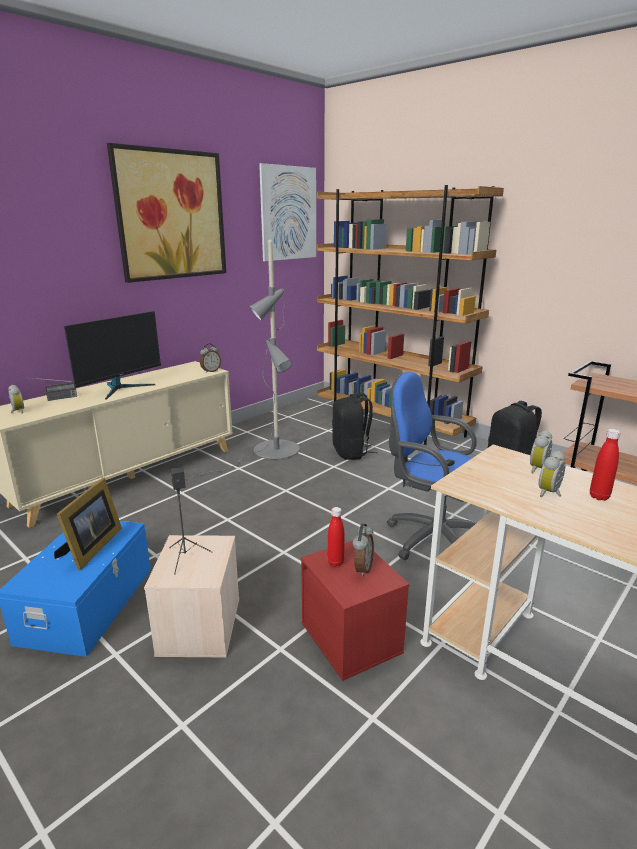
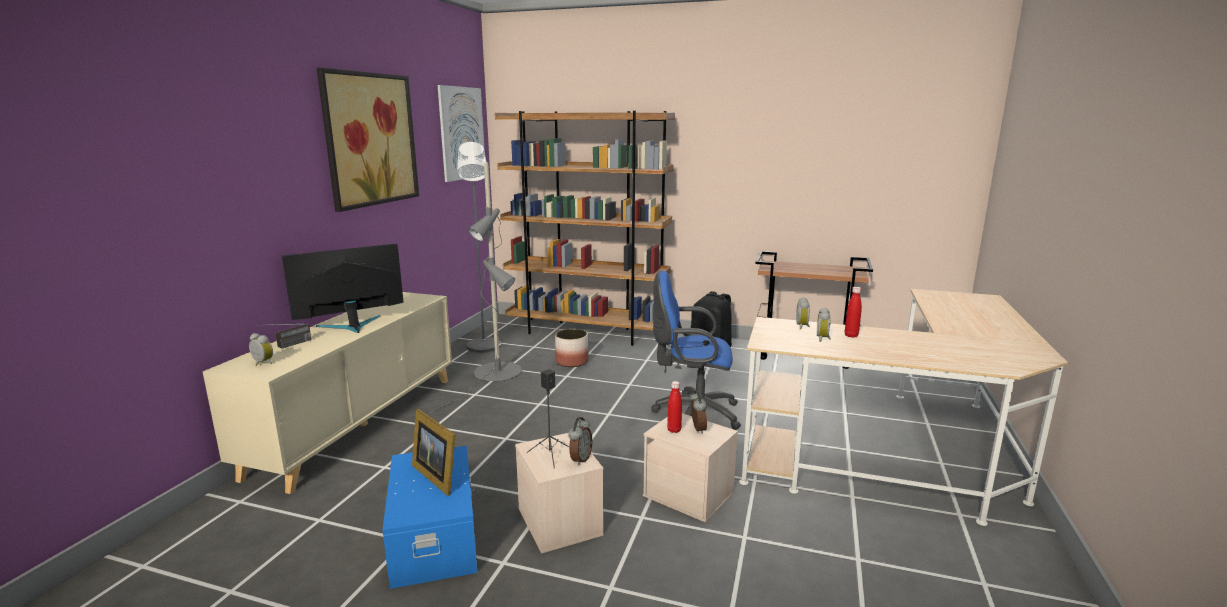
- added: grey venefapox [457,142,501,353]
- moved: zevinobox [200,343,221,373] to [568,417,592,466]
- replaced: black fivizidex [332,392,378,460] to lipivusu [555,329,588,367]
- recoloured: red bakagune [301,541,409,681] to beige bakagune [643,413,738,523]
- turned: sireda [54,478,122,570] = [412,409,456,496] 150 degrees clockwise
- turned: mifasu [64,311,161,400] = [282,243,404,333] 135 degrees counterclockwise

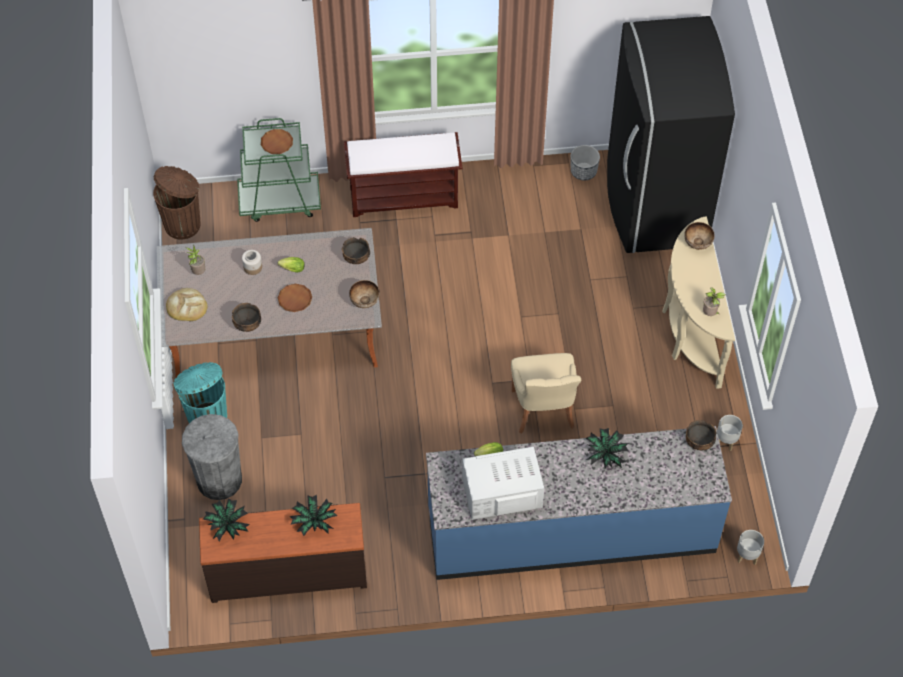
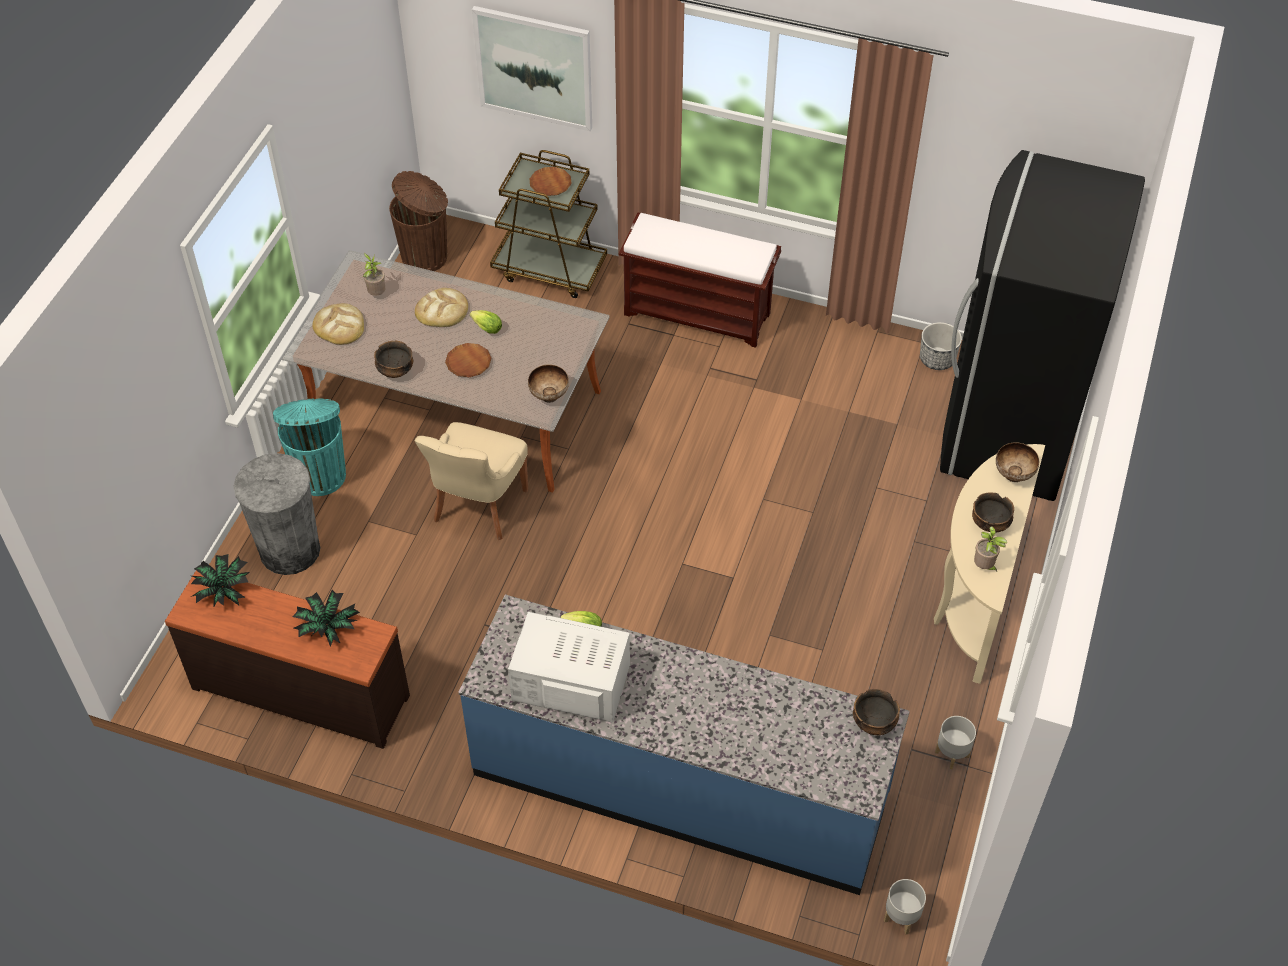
- removed: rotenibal [586,428,628,468]
- added: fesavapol [472,6,592,131]
- moved: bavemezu [342,237,370,264] to [972,493,1014,533]
- moved: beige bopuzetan [511,353,581,434] to [415,422,528,540]
- replaced: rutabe [242,250,262,275] to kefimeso [415,288,468,327]
- recoloured: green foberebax [237,118,321,222] to brown foberebax [490,150,607,298]

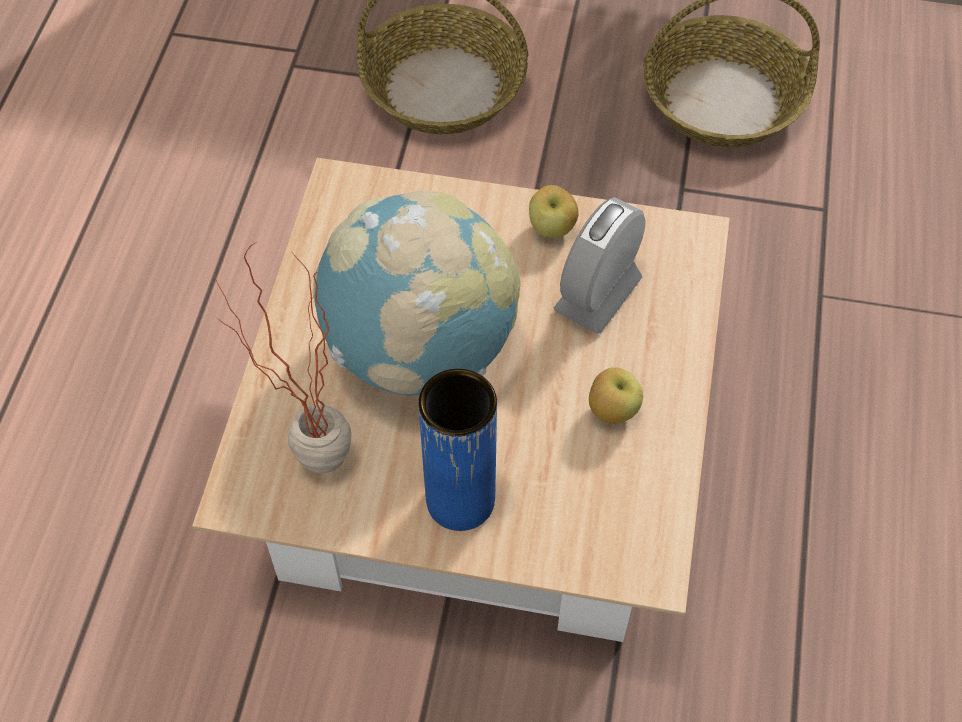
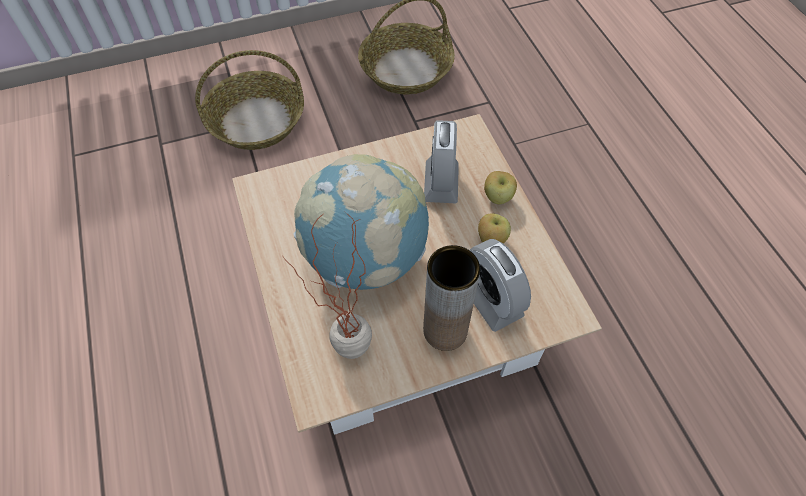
- added: zevinobox [470,239,531,332]
- moved: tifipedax [529,185,578,238] to [484,171,517,204]
- recoloured: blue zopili [418,369,497,531] to brown zopili [423,245,480,351]

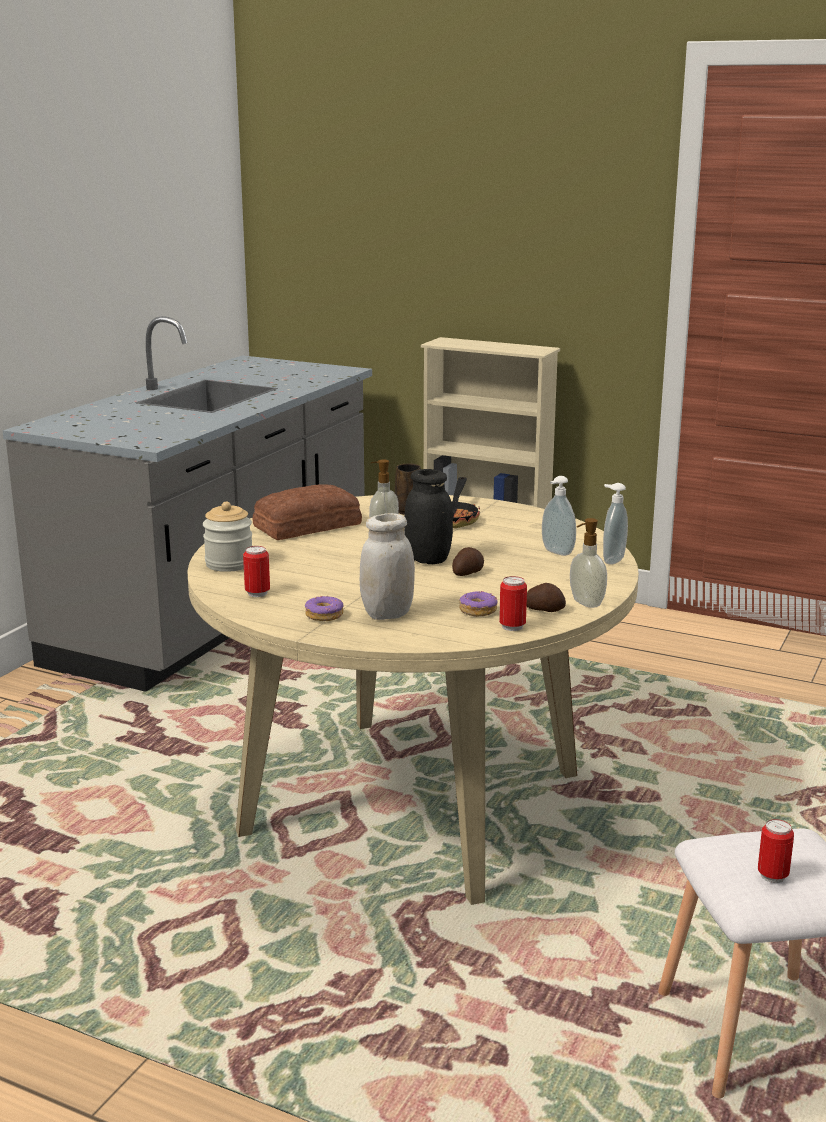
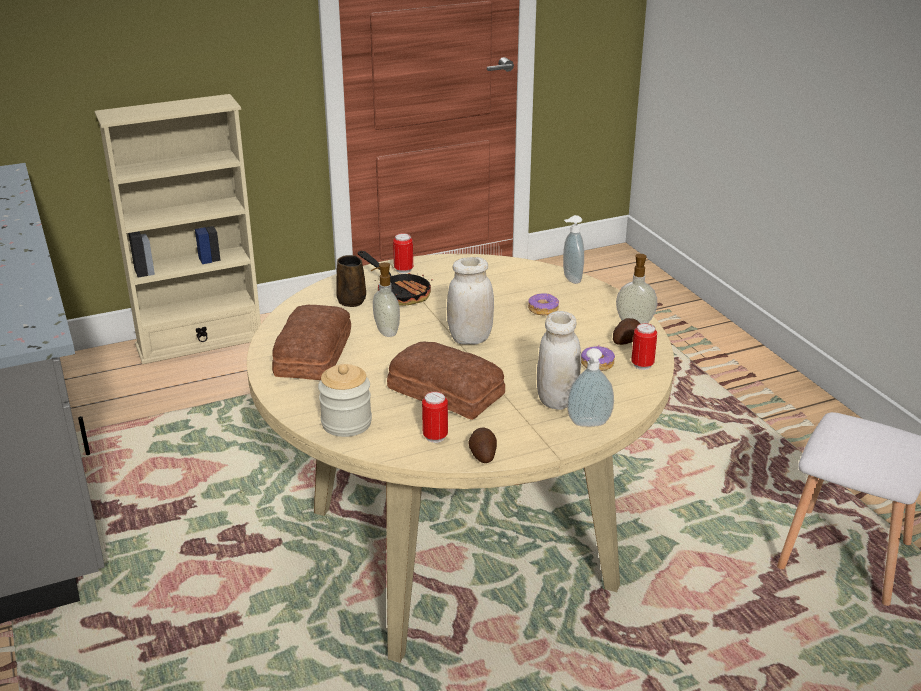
- added: kefimeso [387,341,505,420]
- moved: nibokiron [305,596,343,621] to [528,293,559,316]
- moved: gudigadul [452,547,484,576] to [468,427,497,463]
- moved: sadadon [542,476,576,556] to [567,348,614,427]
- moved: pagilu [758,819,794,883] to [393,233,413,274]
- recoloured: black rutabe [404,469,453,564] to white rutabe [447,257,494,344]

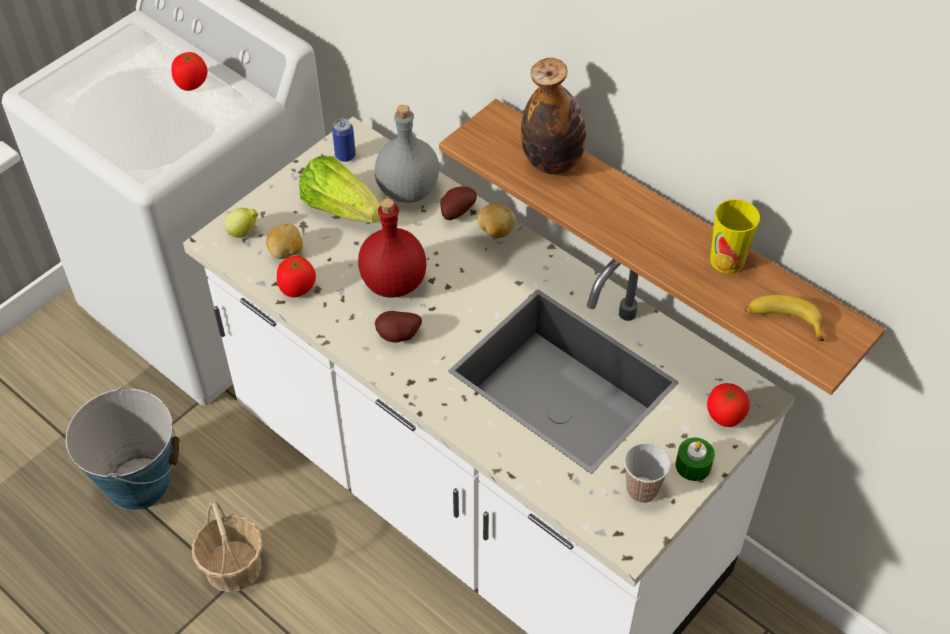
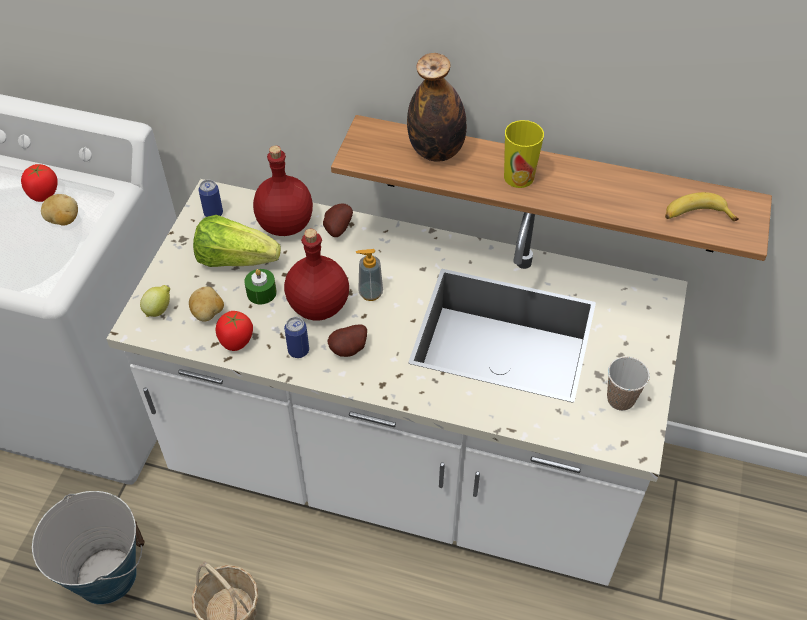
- removed: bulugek [707,383,750,427]
- added: pagilu [284,317,309,358]
- added: sadadon [356,249,383,301]
- moved: gudigadul [477,203,516,238] to [41,194,78,226]
- moved: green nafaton [675,438,715,481] to [244,269,277,304]
- moved: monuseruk [710,199,760,274] to [504,120,544,188]
- recoloured: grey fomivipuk [375,105,439,203] to red fomivipuk [253,146,313,236]

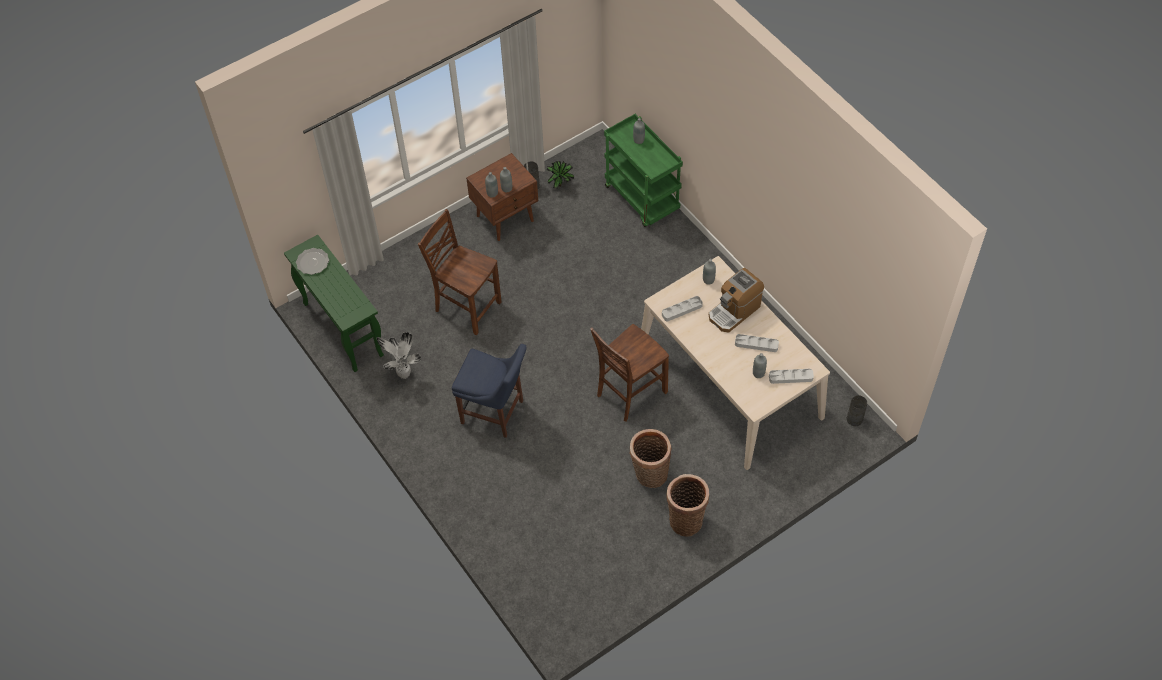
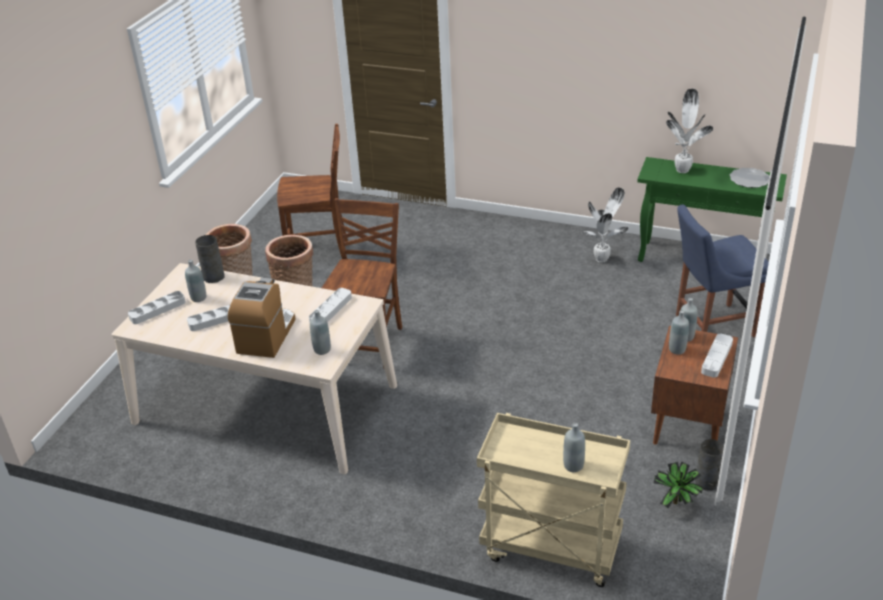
- added: rotenibal [666,89,713,173]
- added: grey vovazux [701,334,733,378]
- moved: brown bopuzetan [418,209,502,335] to [277,124,348,259]
- moved: blue bopuzetan [452,344,527,438] to [676,205,769,338]
- moved: grey zopili [847,395,867,426] to [195,235,225,283]
- recoloured: green foberebax [604,114,683,227] to beige foberebax [477,413,630,587]

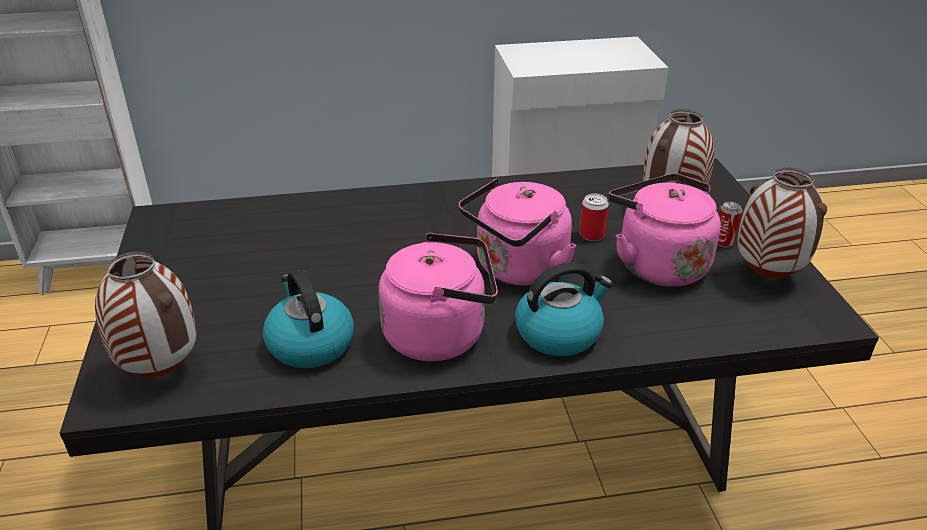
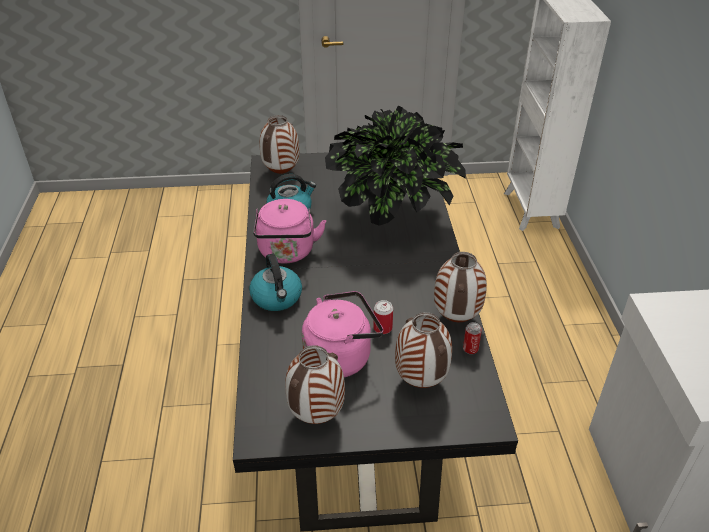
- removed: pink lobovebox [459,178,576,286]
- added: rotenibal [325,105,466,226]
- added: zopili [434,252,487,322]
- moved: pagilu [717,202,742,248] to [463,322,482,355]

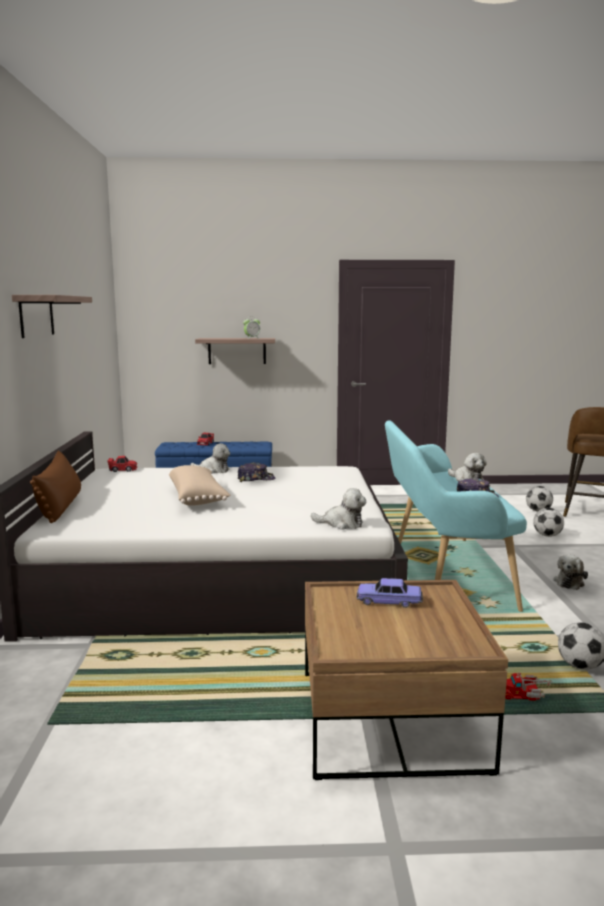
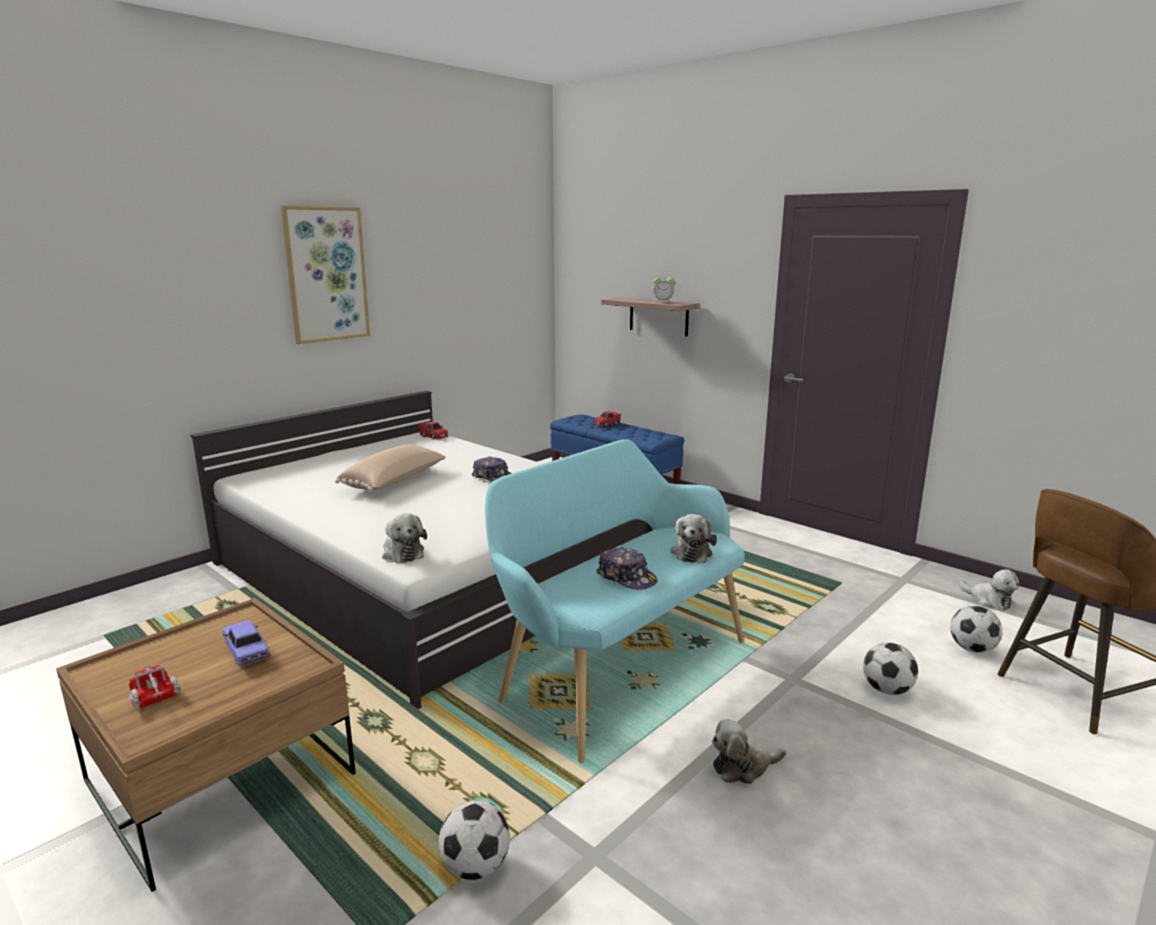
- removed: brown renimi [30,451,81,523]
- moved: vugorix [190,443,230,474] to [959,569,1019,610]
- moved: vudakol [505,672,552,701] to [129,665,181,708]
- replaced: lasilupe [12,295,92,338] to fesavapol [281,206,370,344]

